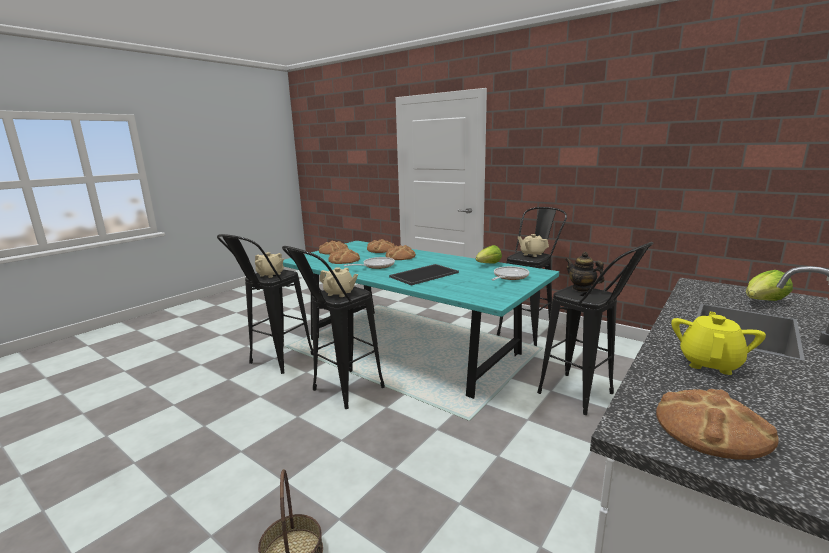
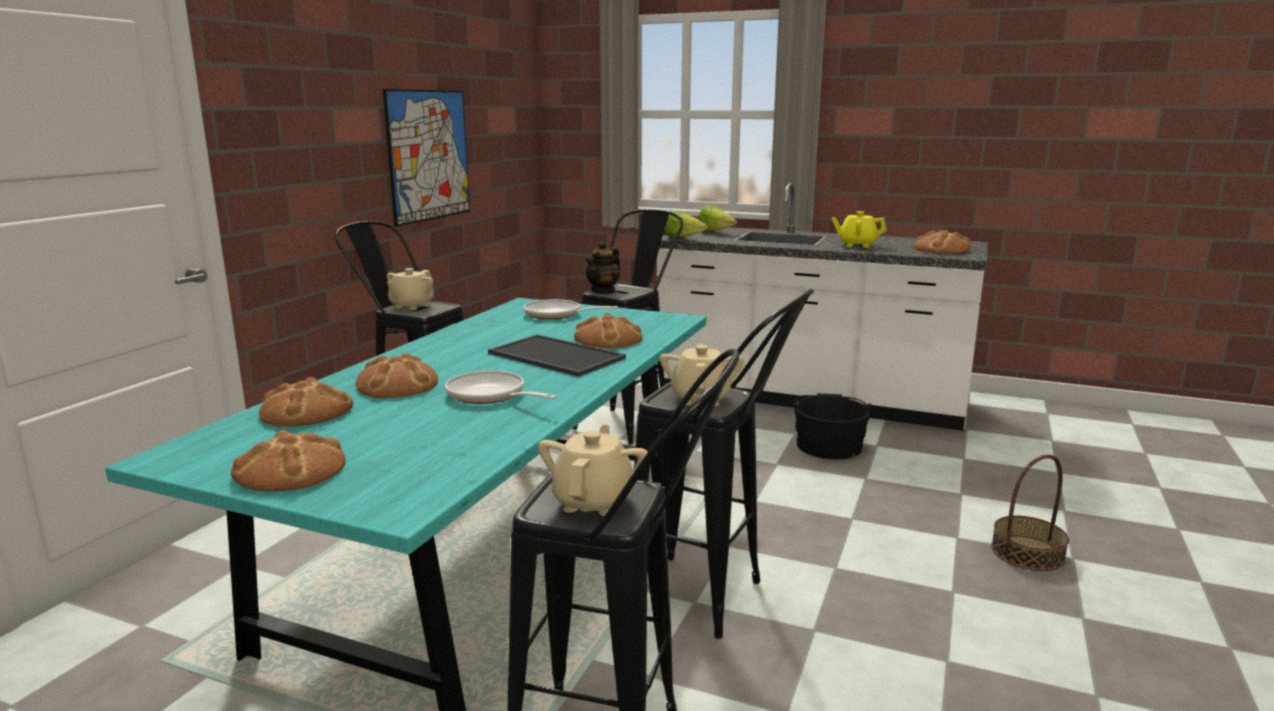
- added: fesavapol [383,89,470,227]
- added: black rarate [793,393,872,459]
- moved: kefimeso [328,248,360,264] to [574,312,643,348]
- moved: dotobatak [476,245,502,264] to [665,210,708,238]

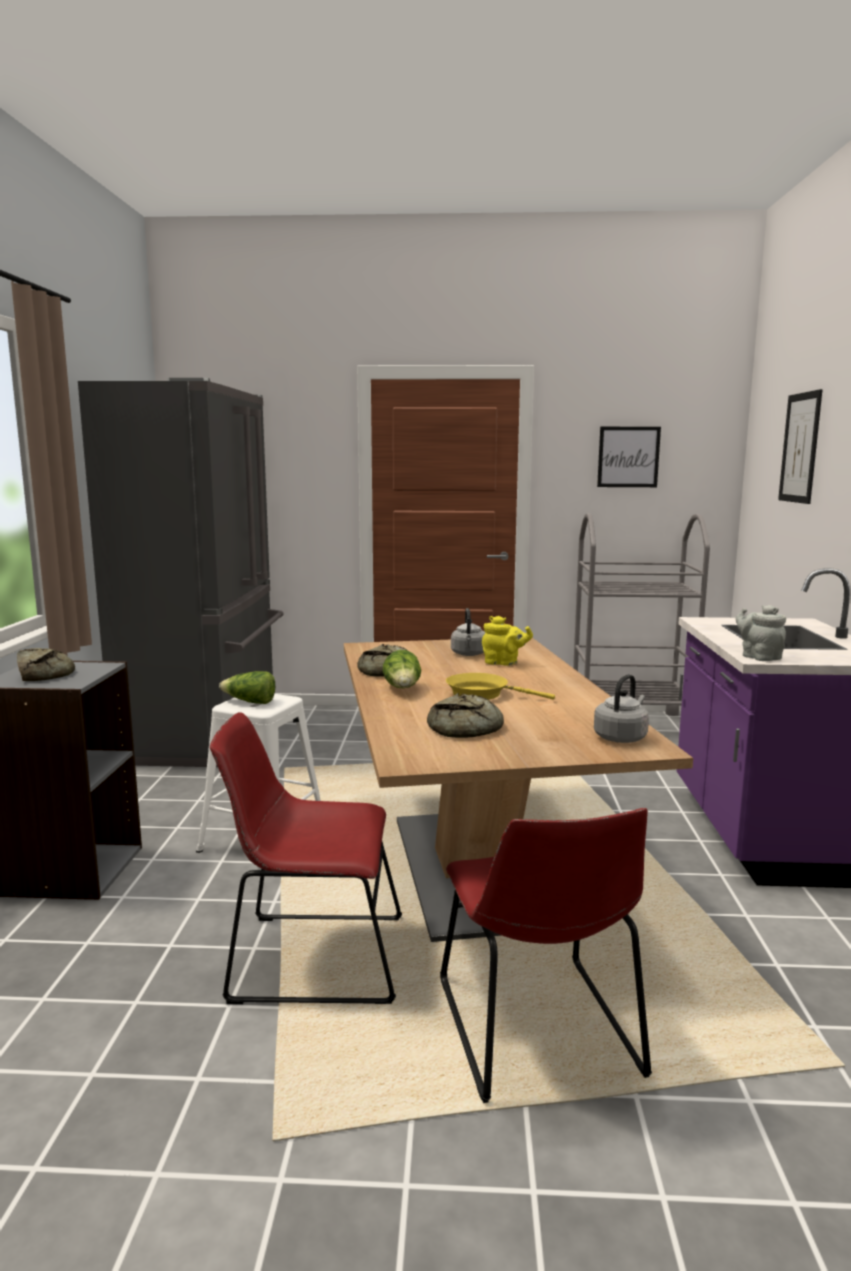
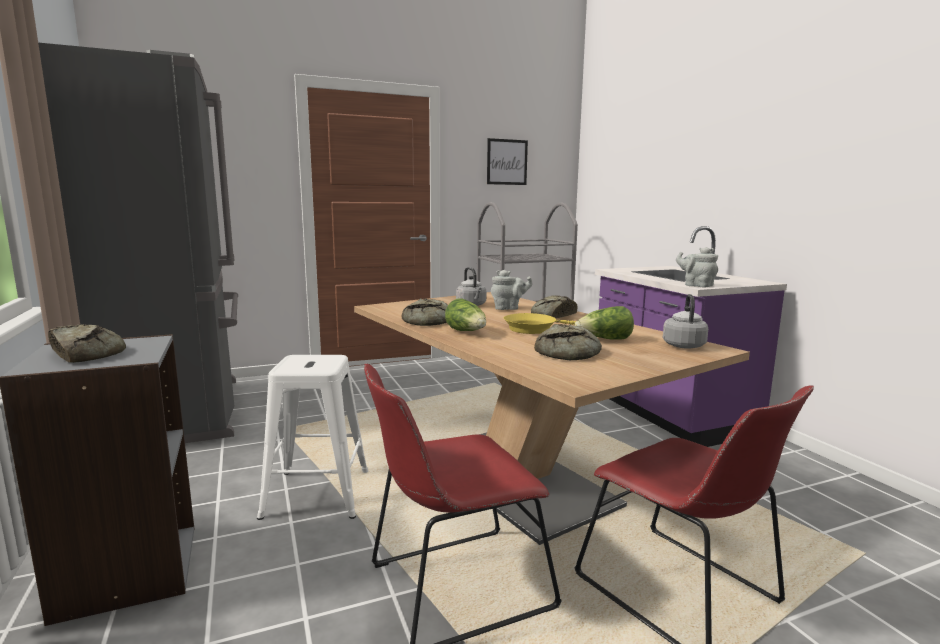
- removed: fesavapol [778,389,823,504]
- added: kefimeso [531,295,577,318]
- moved: dotobatak [219,671,275,704] to [575,306,634,339]
- recoloured: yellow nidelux [482,616,533,666] to grey nidelux [491,270,532,310]

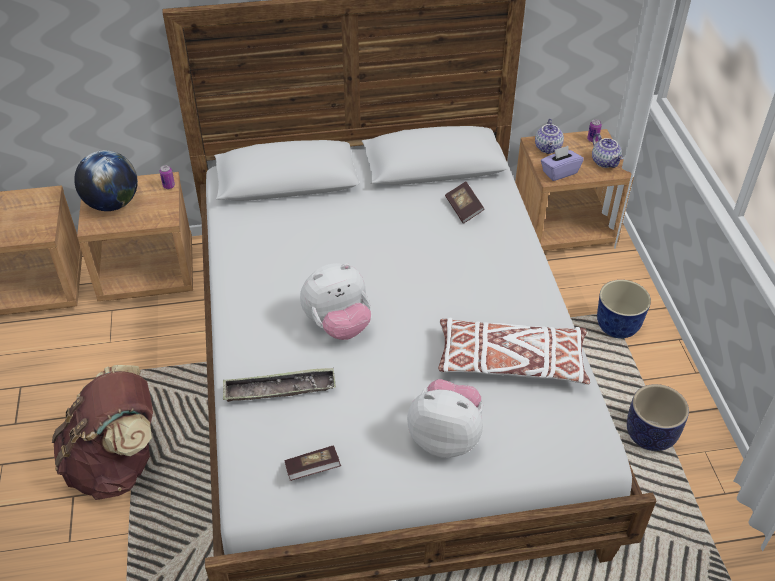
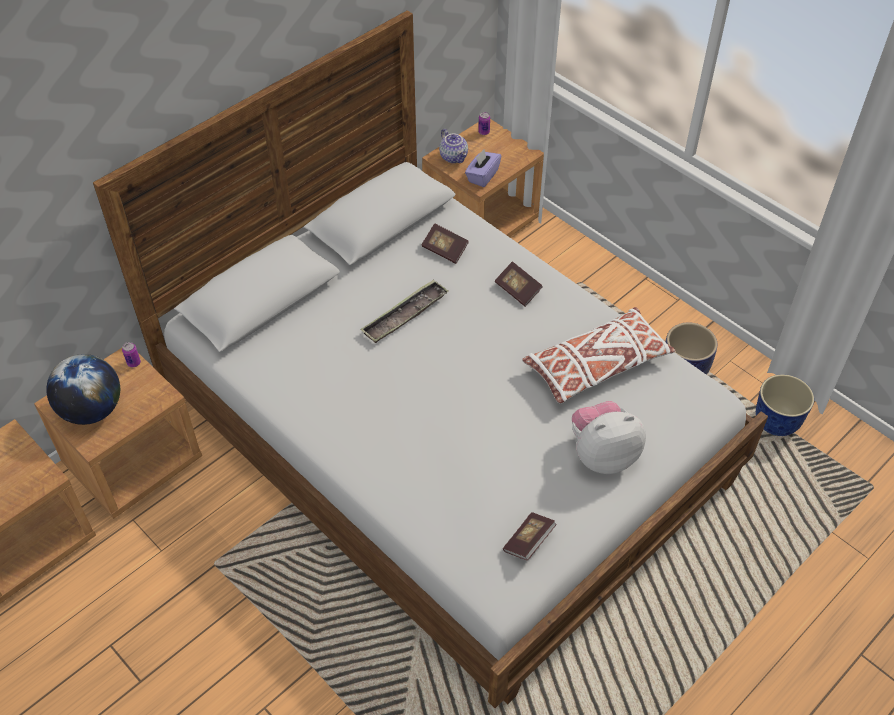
- removed: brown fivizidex [52,365,153,500]
- removed: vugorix [300,263,371,340]
- removed: nidelux [592,133,623,168]
- added: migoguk [495,261,543,307]
- moved: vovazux [223,368,336,402] to [360,279,449,343]
- moved: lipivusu [597,280,651,338] to [756,374,814,436]

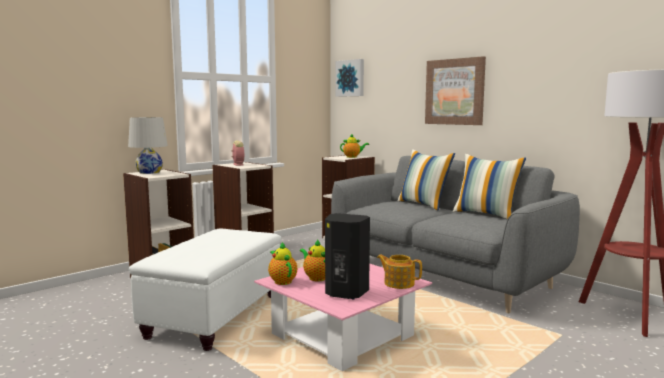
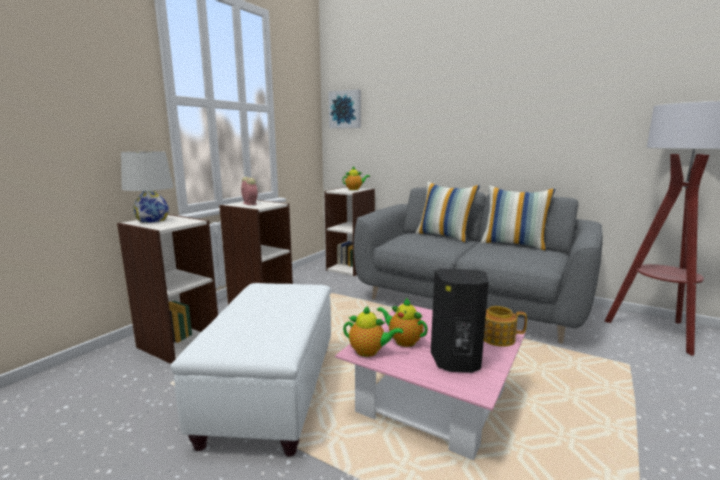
- removed: fesavapol [425,56,486,125]
- turned: nidelux [268,242,297,285] = [343,306,403,357] 150 degrees clockwise

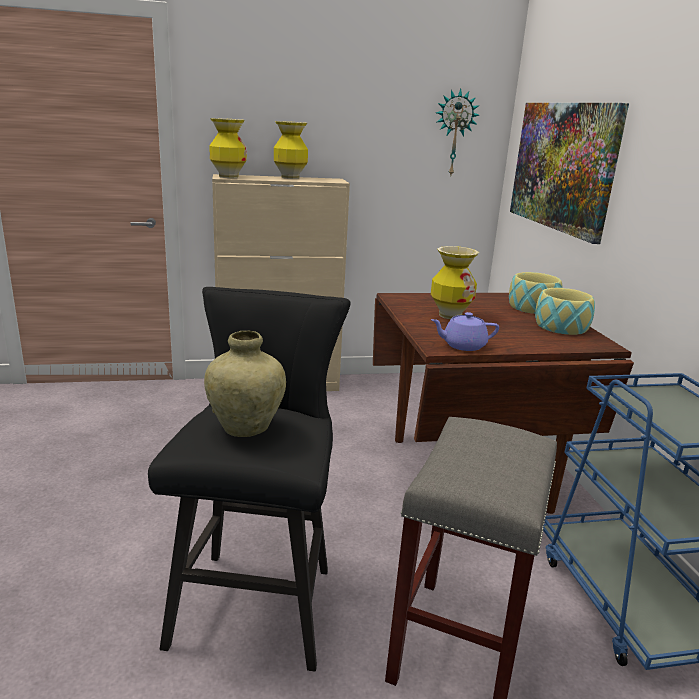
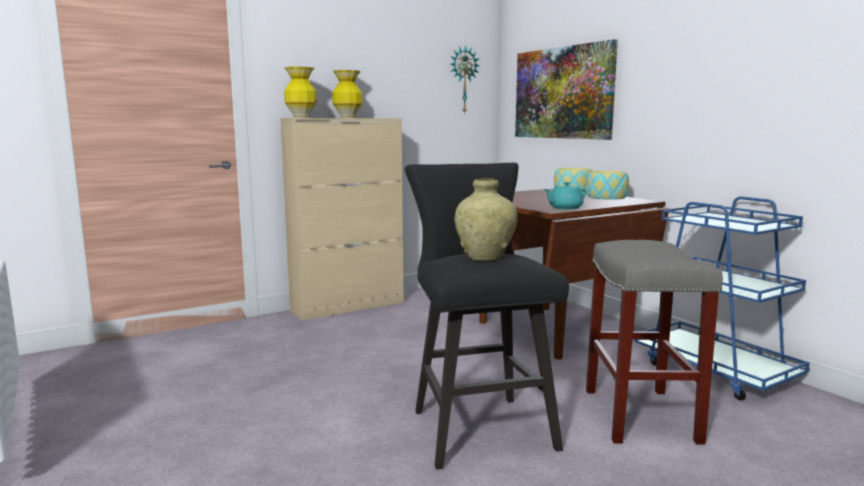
- removed: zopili [431,246,479,319]
- recoloured: purple nidelux [431,312,499,351] to turquoise nidelux [544,182,586,209]

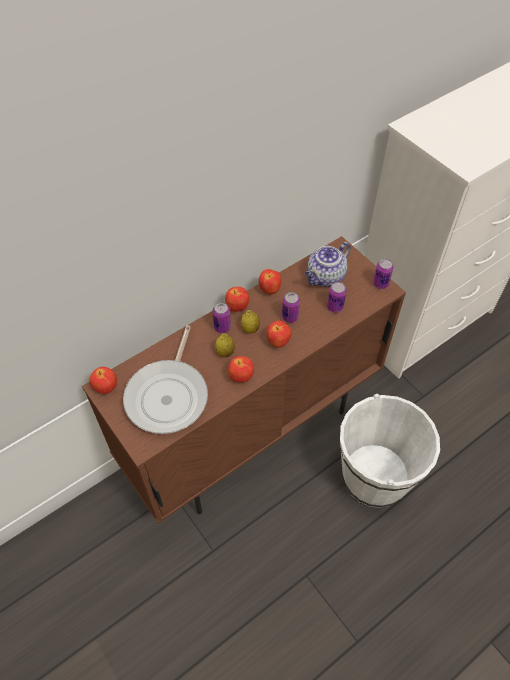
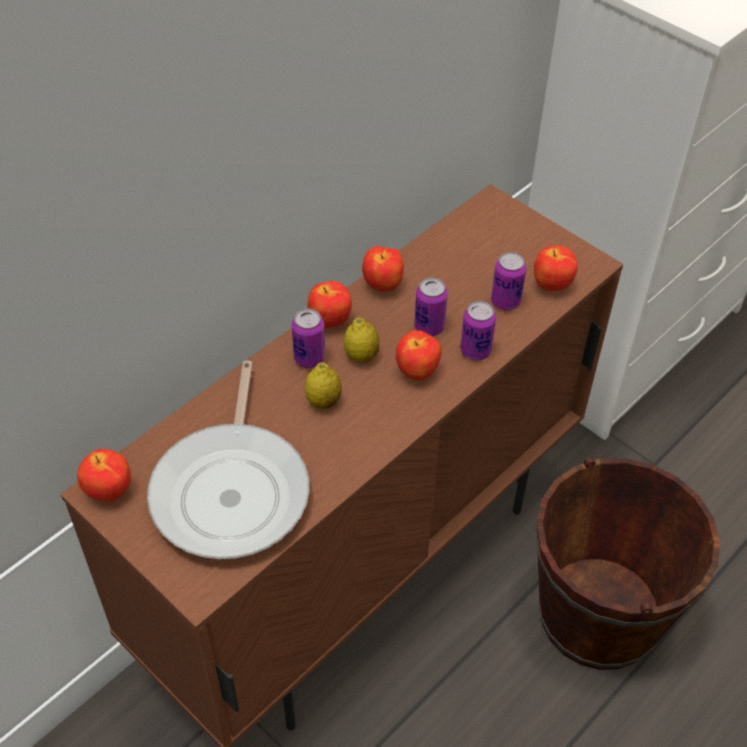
- removed: nidelux [305,242,351,287]
- moved: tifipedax [228,356,254,383] to [534,246,578,291]
- moved: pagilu [373,259,393,289] to [460,301,496,360]
- recoloured: white rarate [340,394,440,508] to brown rarate [536,457,720,670]

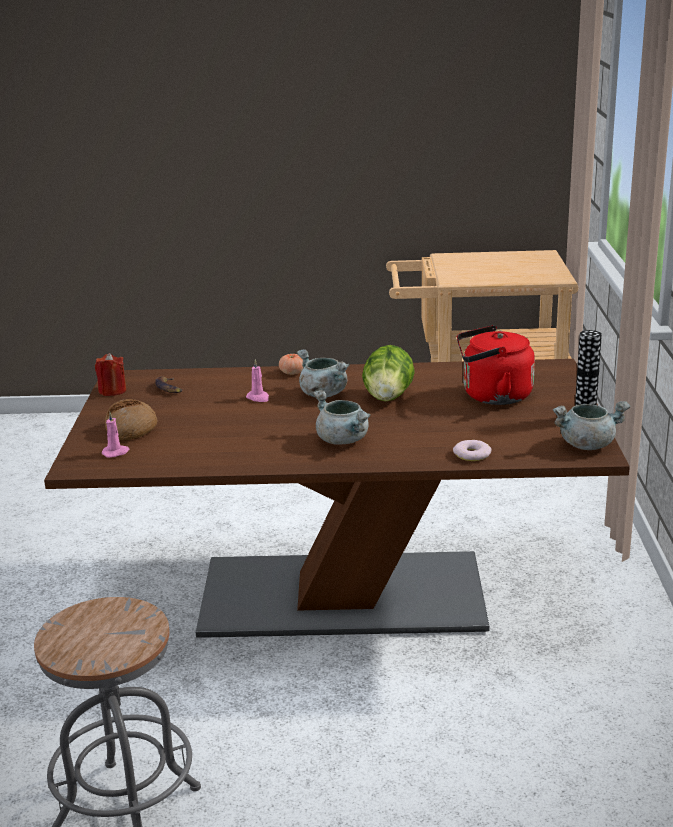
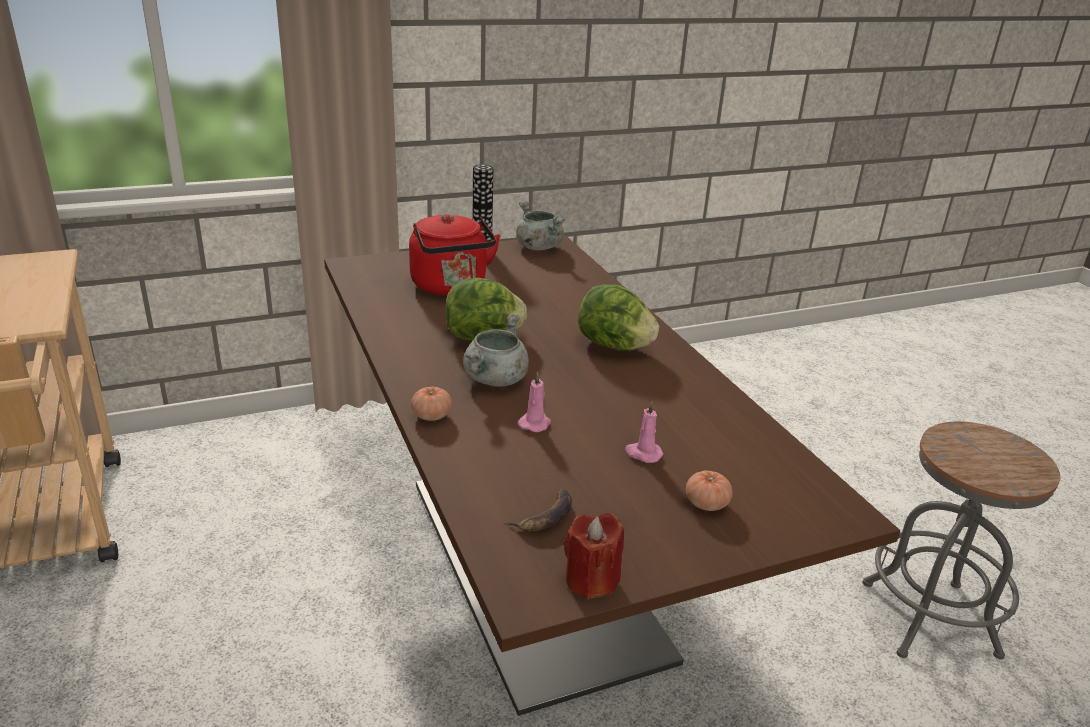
- removed: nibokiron [453,440,491,461]
- moved: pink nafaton [102,412,130,458] to [625,400,663,463]
- replaced: kefimeso [105,399,158,441] to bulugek [686,471,733,511]
- replaced: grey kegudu [313,390,371,445] to dotobatak [578,284,659,351]

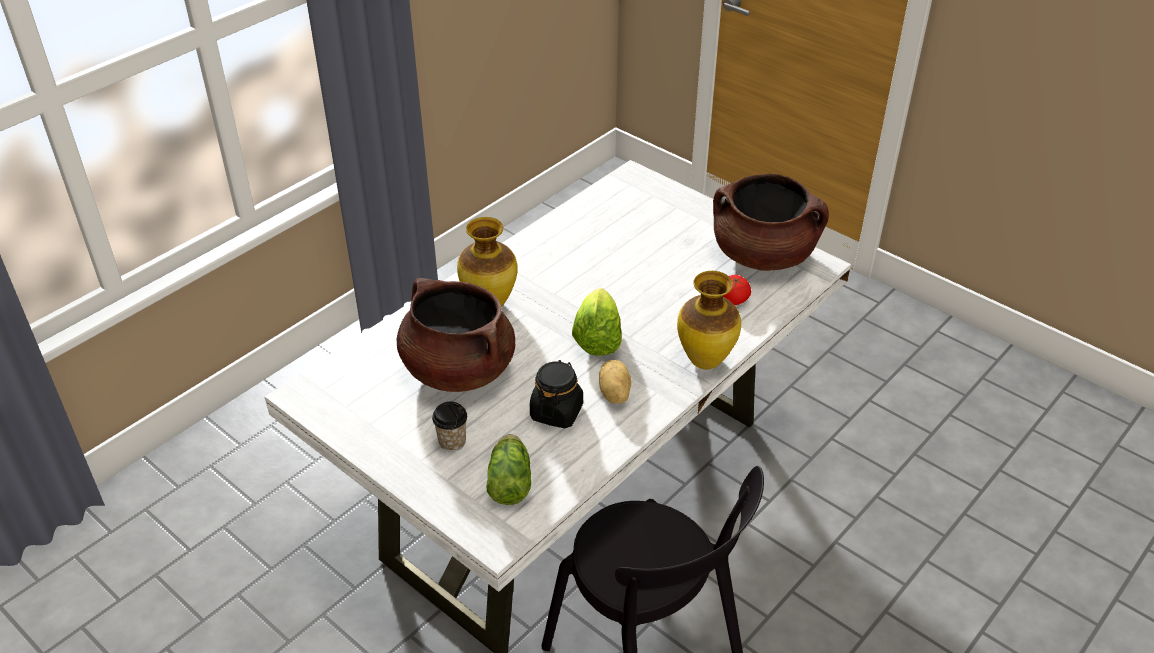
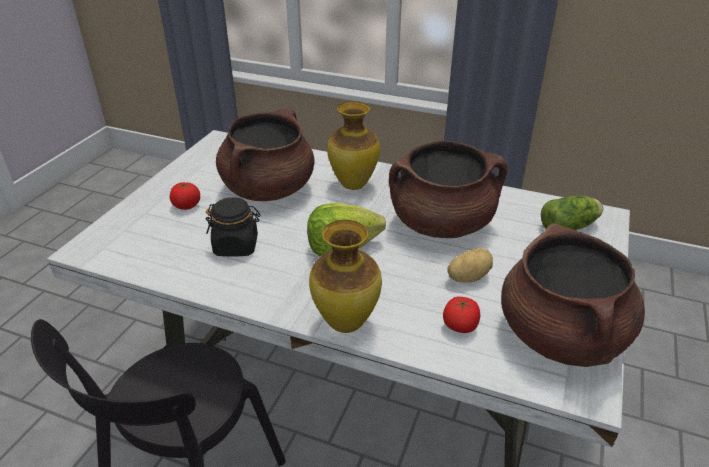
- added: brown kegudu [389,140,507,238]
- moved: dotobatak [486,434,531,505] to [541,196,604,230]
- moved: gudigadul [599,360,631,404] to [447,248,493,283]
- replaced: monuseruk [432,402,467,452] to bulugek [170,182,200,210]

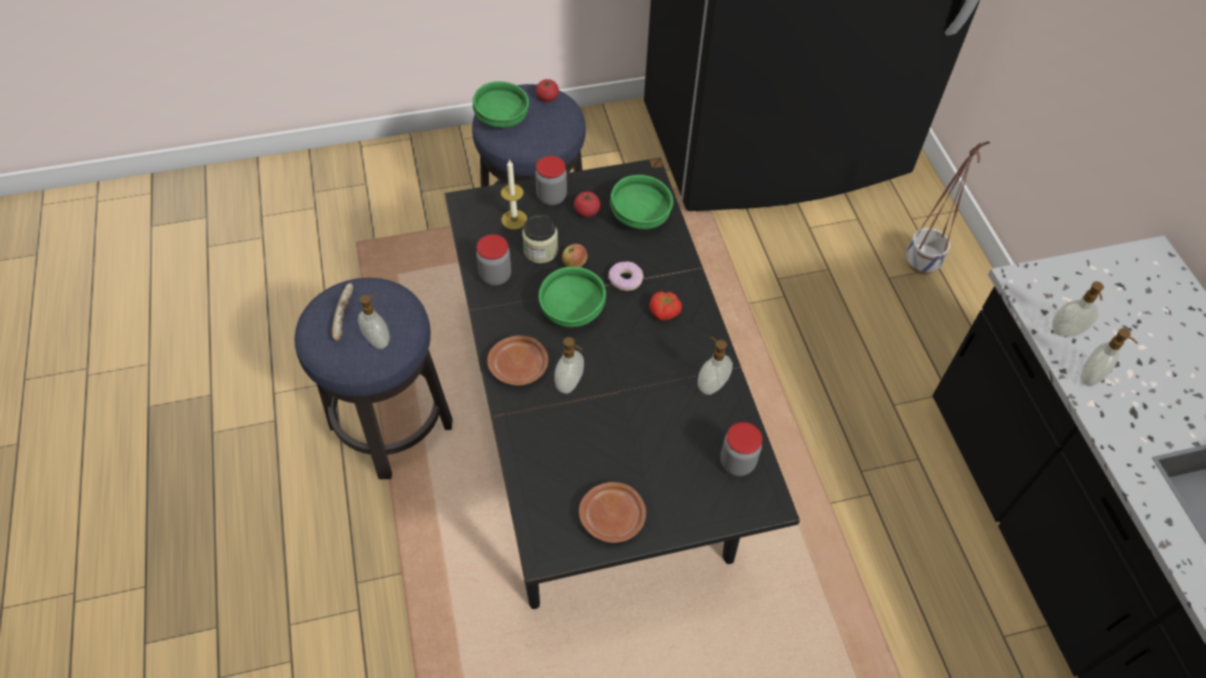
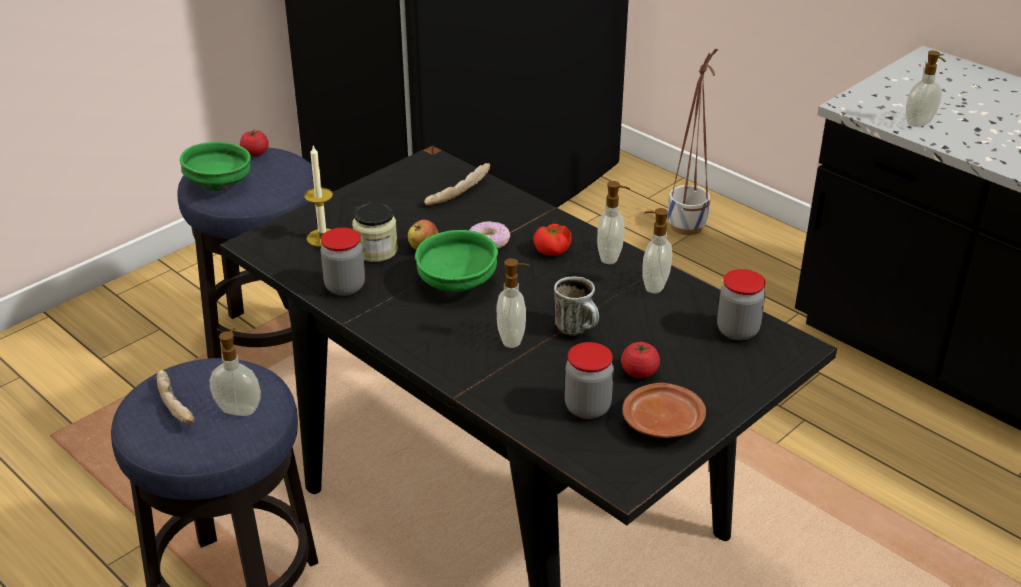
- removed: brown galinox [487,335,548,386]
- added: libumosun [554,276,599,336]
- moved: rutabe [535,156,567,205] to [565,342,614,419]
- moved: bulugek [574,192,601,217] to [621,342,660,378]
- moved: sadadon [1080,328,1138,386] to [597,181,630,264]
- replaced: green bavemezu [610,175,673,229] to kefimeso [424,163,490,206]

